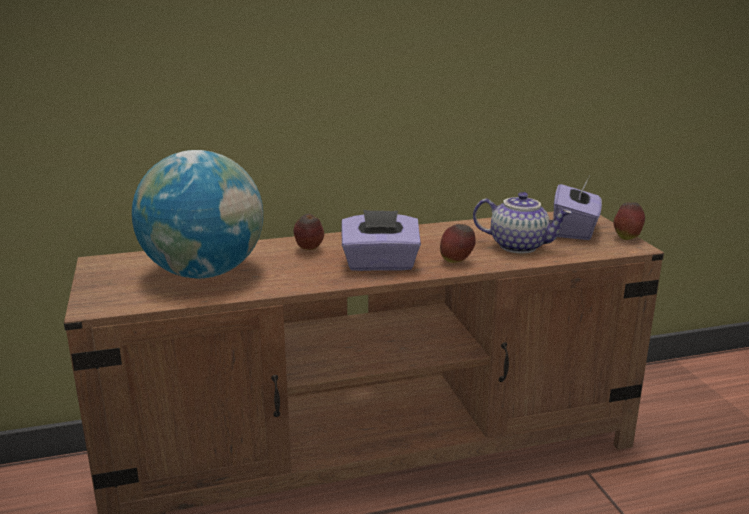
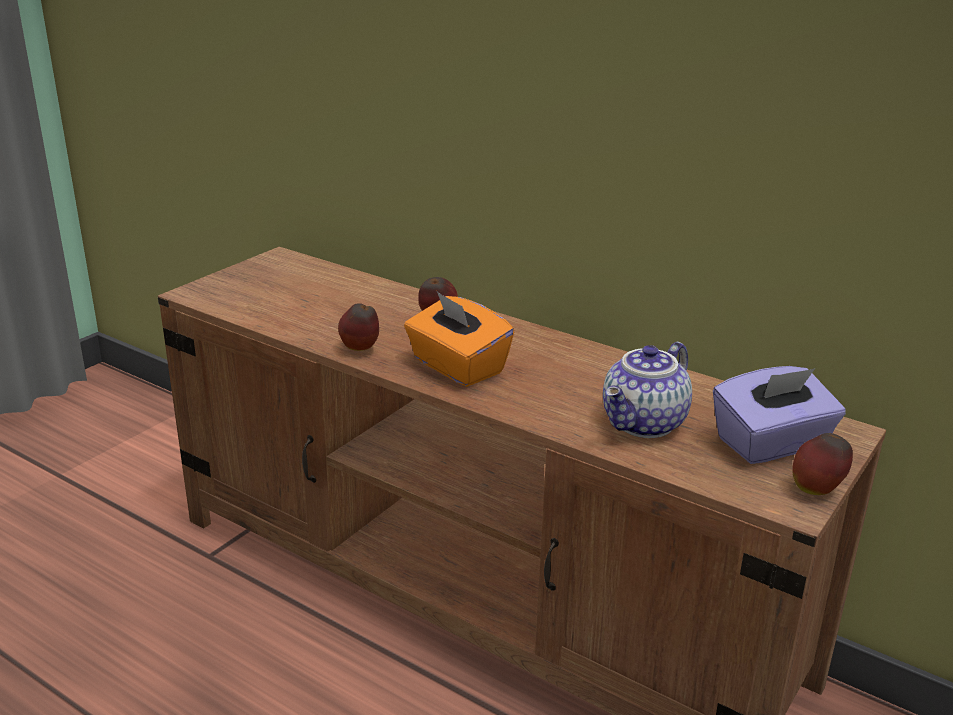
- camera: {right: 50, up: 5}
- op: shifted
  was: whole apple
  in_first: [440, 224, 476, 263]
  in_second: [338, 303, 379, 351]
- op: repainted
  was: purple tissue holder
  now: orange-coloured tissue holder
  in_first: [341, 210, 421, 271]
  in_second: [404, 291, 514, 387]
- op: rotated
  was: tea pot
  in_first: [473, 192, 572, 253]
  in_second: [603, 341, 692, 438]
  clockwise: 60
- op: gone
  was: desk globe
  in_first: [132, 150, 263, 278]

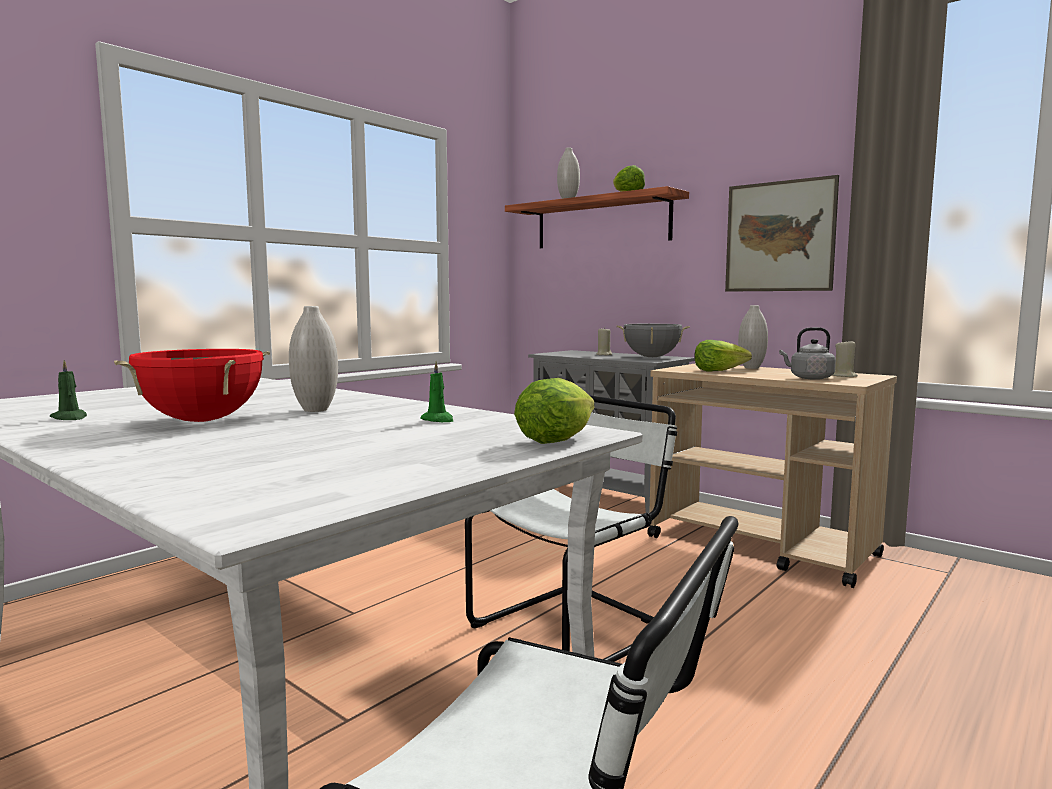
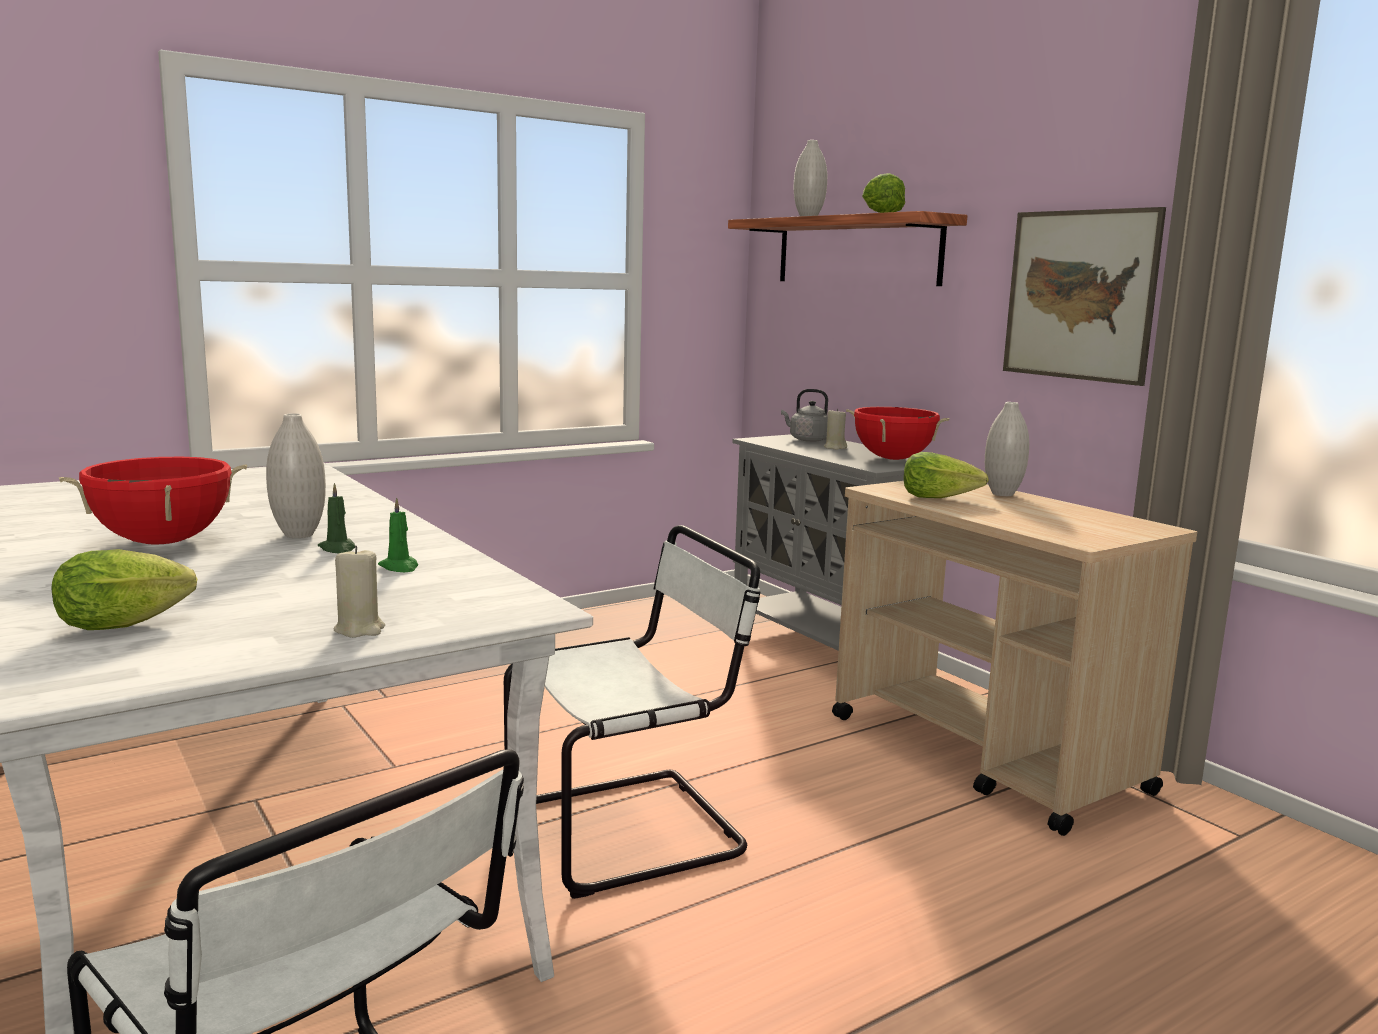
- camera: {right: 15, up: 5}
- op: shifted
  was: head of lettuce
  in_first: [514, 378, 594, 444]
  in_second: [51, 549, 197, 630]
- op: shifted
  was: greenish wax candle
  in_first: [50, 360, 87, 420]
  in_second: [318, 483, 355, 554]
- op: shifted
  was: beige-coloured wax candle
  in_first: [833, 339, 858, 377]
  in_second: [334, 546, 385, 638]
- op: shifted
  was: gray kettle
  in_first: [779, 327, 836, 380]
  in_second: [781, 389, 828, 442]
- op: repainted
  was: gray stockpot
  now: reddish stockpot
  in_first: [617, 324, 690, 357]
  in_second: [846, 407, 949, 460]

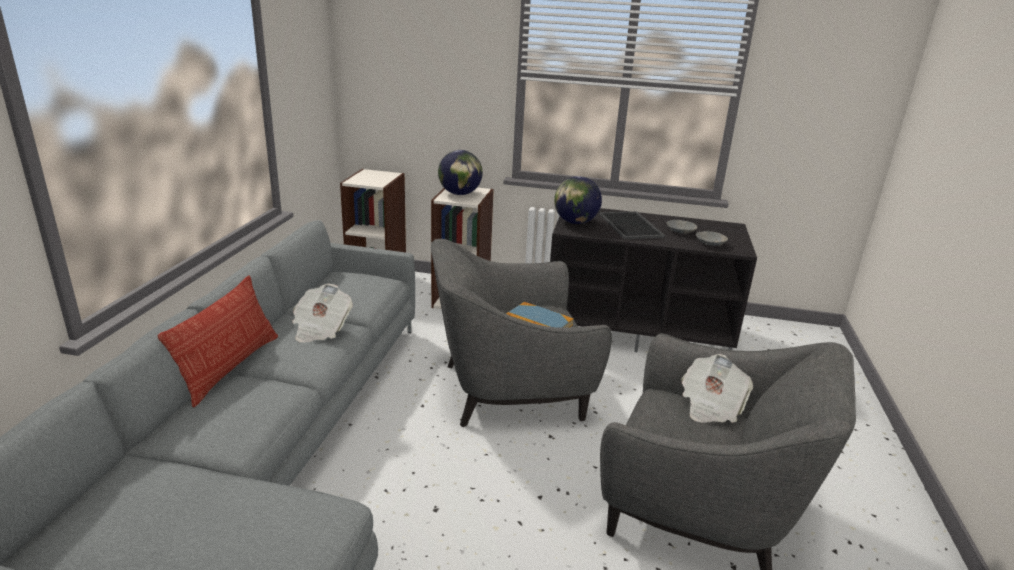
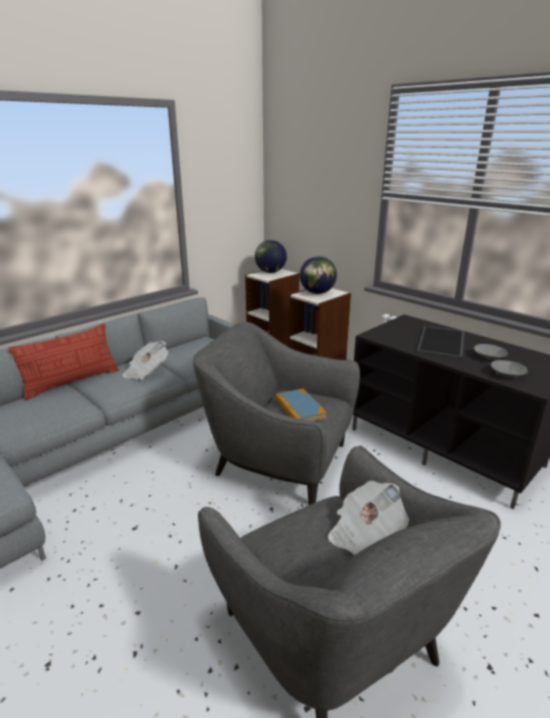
- camera: {right: 35, up: 0}
- op: shifted
  was: desk globe
  in_first: [554, 176, 602, 224]
  in_second: [255, 240, 287, 273]

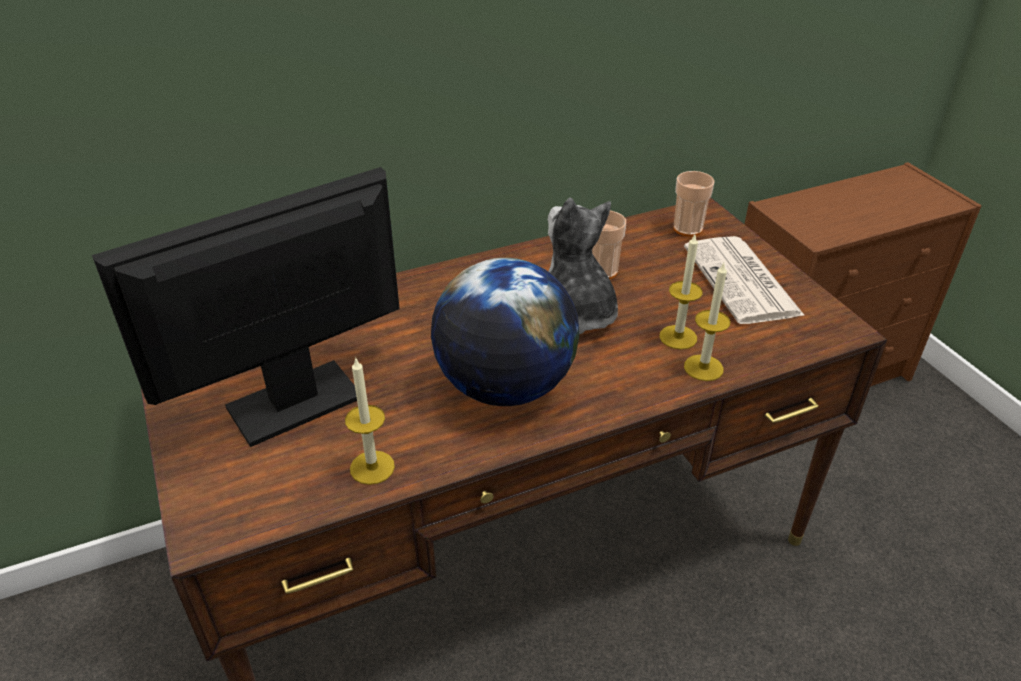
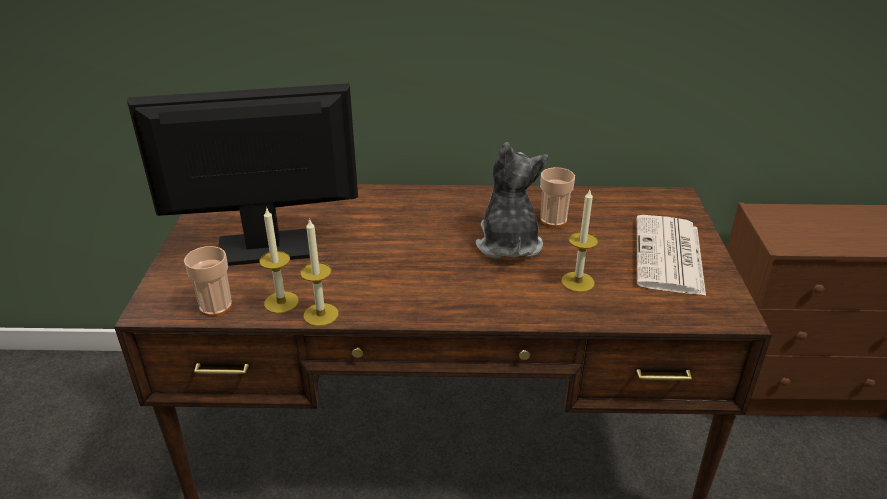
- camera: {right: 25, up: -5}
- op: shifted
  was: drinking cup
  in_first: [673, 171, 715, 237]
  in_second: [184, 246, 232, 316]
- op: shifted
  was: wax candle
  in_first: [684, 263, 730, 381]
  in_second: [300, 218, 338, 326]
- op: gone
  was: desk globe
  in_first: [431, 258, 579, 406]

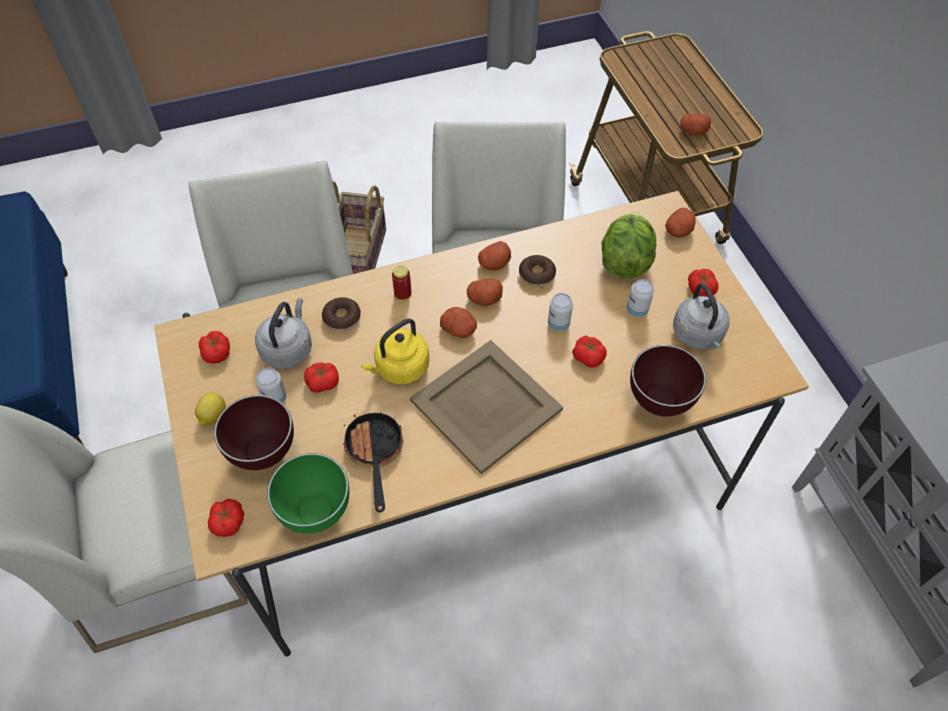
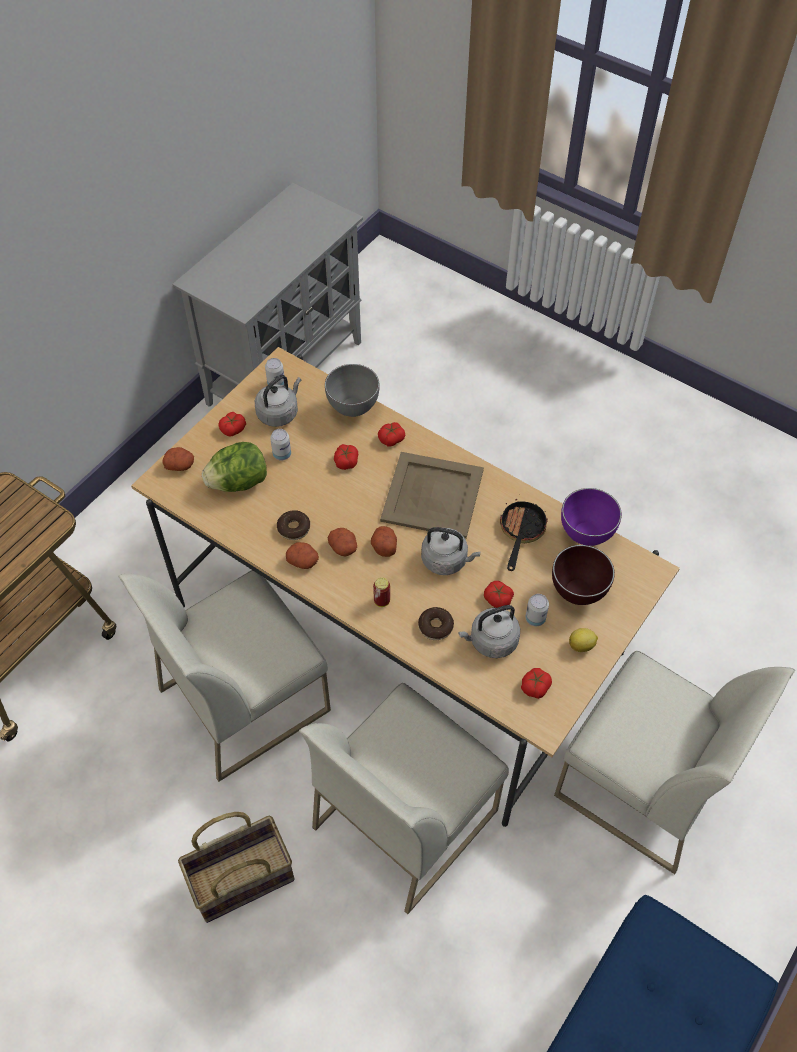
- camera: {right: -125, up: 0}
- op: shifted
  was: metal can
  in_first: [548, 293, 573, 331]
  in_second: [265, 358, 284, 385]
- op: repainted
  was: brown deep dish
  now: gray deep dish
  in_first: [630, 345, 706, 416]
  in_second: [325, 364, 380, 417]
- op: shifted
  was: tomato
  in_first: [208, 499, 244, 537]
  in_second: [378, 422, 405, 447]
- op: repainted
  was: yellow kettle
  now: gray kettle
  in_first: [361, 318, 429, 385]
  in_second: [421, 527, 480, 575]
- op: rotated
  was: skillet
  in_first: [343, 409, 404, 512]
  in_second: [500, 499, 548, 571]
  clockwise: 150
- op: repainted
  was: greenish deep dish
  now: purple deep dish
  in_first: [267, 453, 349, 534]
  in_second: [561, 488, 622, 546]
- op: gone
  was: potato
  in_first: [680, 113, 711, 135]

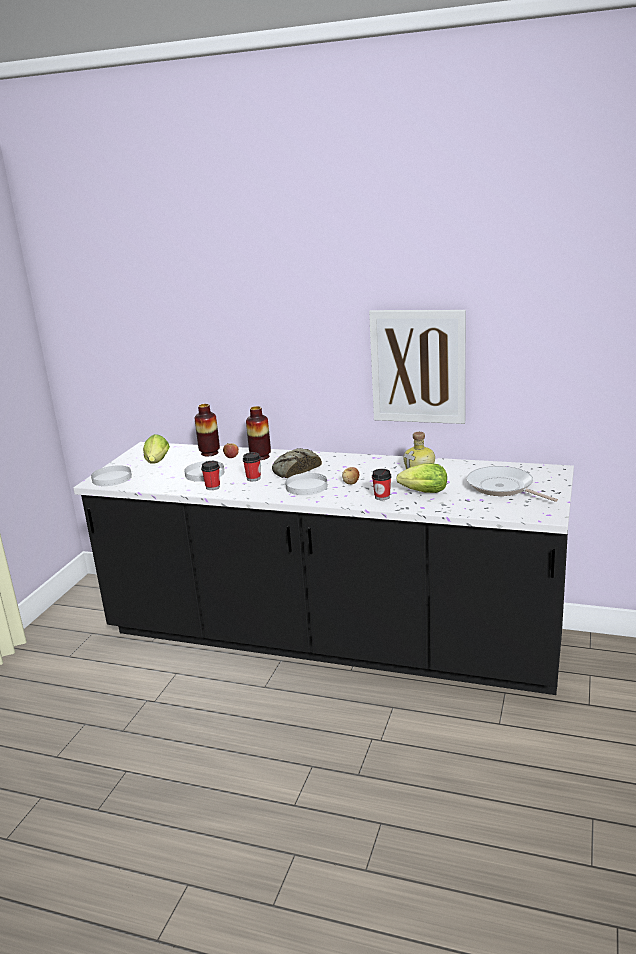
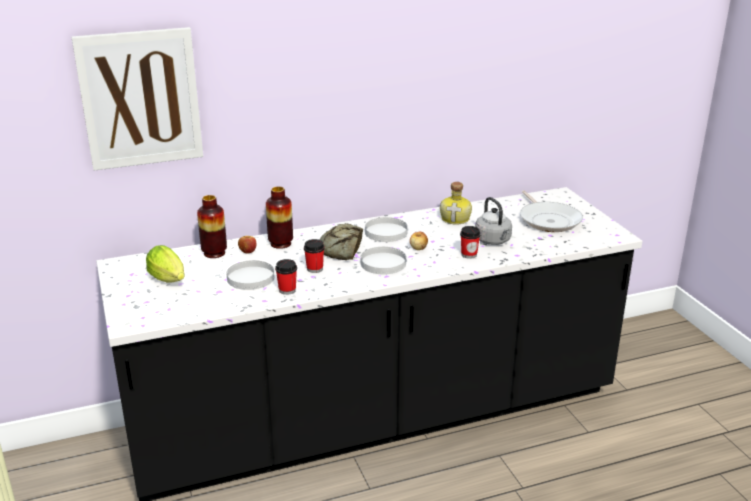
- camera: {right: -40, up: 5}
- op: shifted
  was: wall art
  in_first: [369, 310, 466, 424]
  in_second: [72, 27, 203, 171]
- op: shifted
  was: white dinner plate
  in_first: [91, 465, 132, 486]
  in_second: [365, 217, 408, 242]
- op: swapped
  was: head of lettuce
  now: gray kettle
  in_first: [396, 463, 447, 493]
  in_second: [475, 197, 512, 245]
- op: rotated
  was: skillet
  in_first: [467, 466, 558, 502]
  in_second: [520, 190, 583, 232]
  clockwise: -120

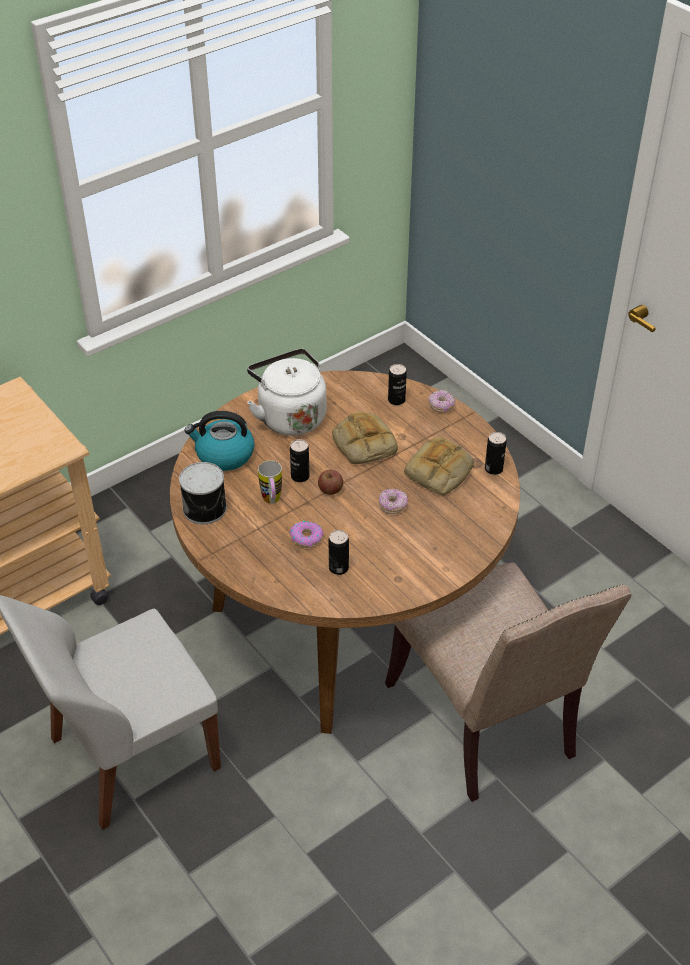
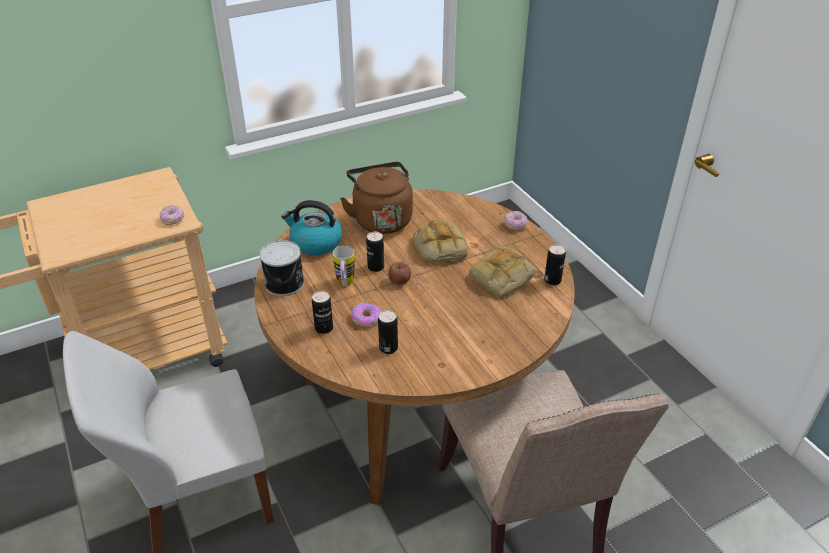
- camera: {right: 10, up: -5}
- op: shifted
  was: doughnut
  in_first: [379, 489, 408, 514]
  in_second: [160, 206, 184, 225]
- op: shifted
  was: metal can
  in_first: [388, 364, 407, 405]
  in_second: [312, 291, 333, 334]
- op: repainted
  was: white kettle
  now: brown kettle
  in_first: [247, 349, 326, 436]
  in_second: [340, 162, 413, 234]

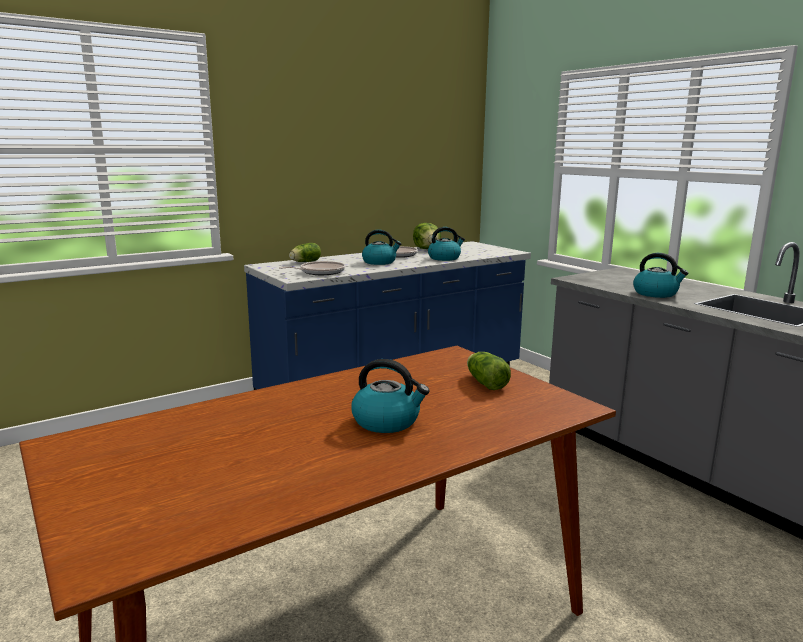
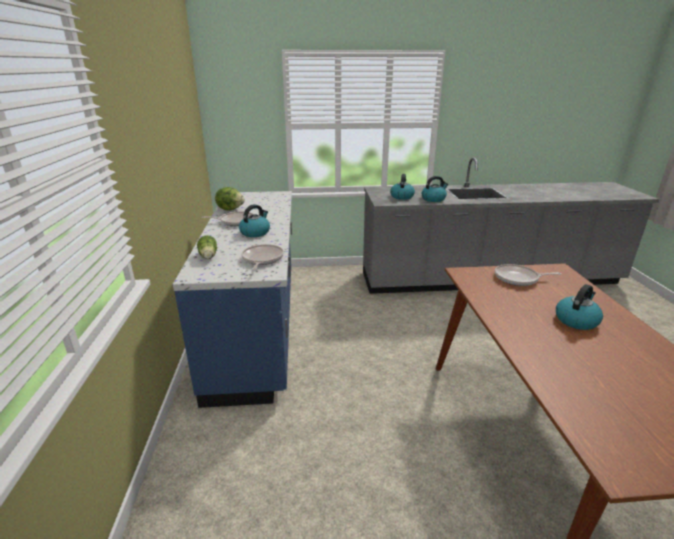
- camera: {right: -60, up: 10}
- op: shifted
  was: kettle
  in_first: [428, 227, 465, 261]
  in_second: [390, 174, 415, 200]
- op: swapped
  was: head of lettuce
  now: skillet
  in_first: [467, 352, 511, 390]
  in_second: [495, 264, 561, 286]

